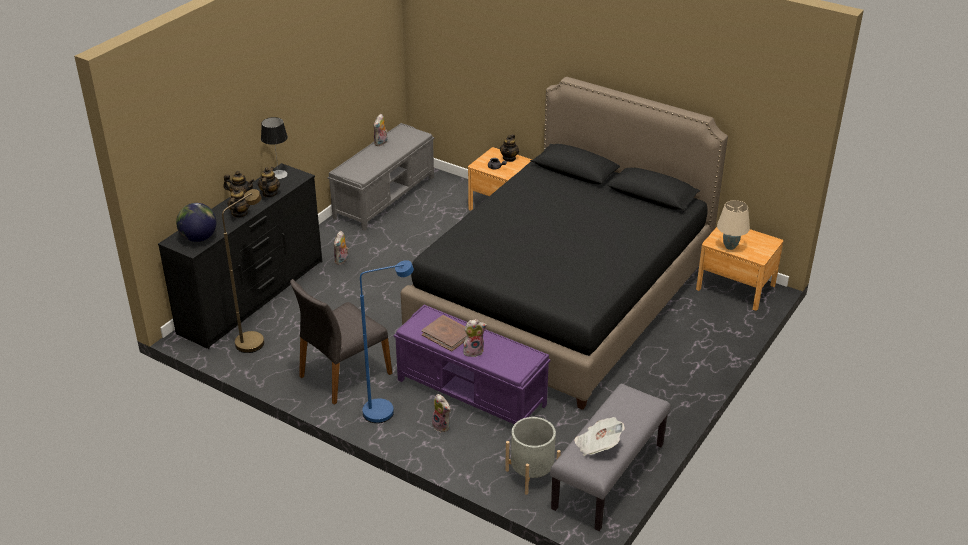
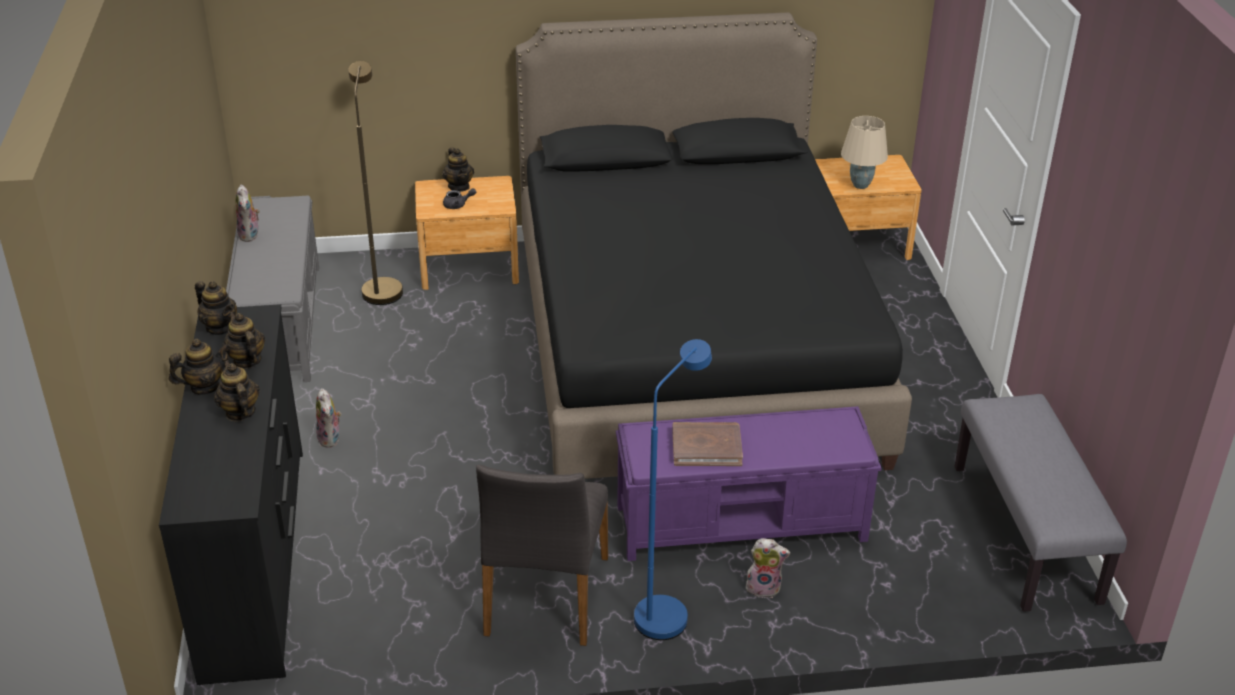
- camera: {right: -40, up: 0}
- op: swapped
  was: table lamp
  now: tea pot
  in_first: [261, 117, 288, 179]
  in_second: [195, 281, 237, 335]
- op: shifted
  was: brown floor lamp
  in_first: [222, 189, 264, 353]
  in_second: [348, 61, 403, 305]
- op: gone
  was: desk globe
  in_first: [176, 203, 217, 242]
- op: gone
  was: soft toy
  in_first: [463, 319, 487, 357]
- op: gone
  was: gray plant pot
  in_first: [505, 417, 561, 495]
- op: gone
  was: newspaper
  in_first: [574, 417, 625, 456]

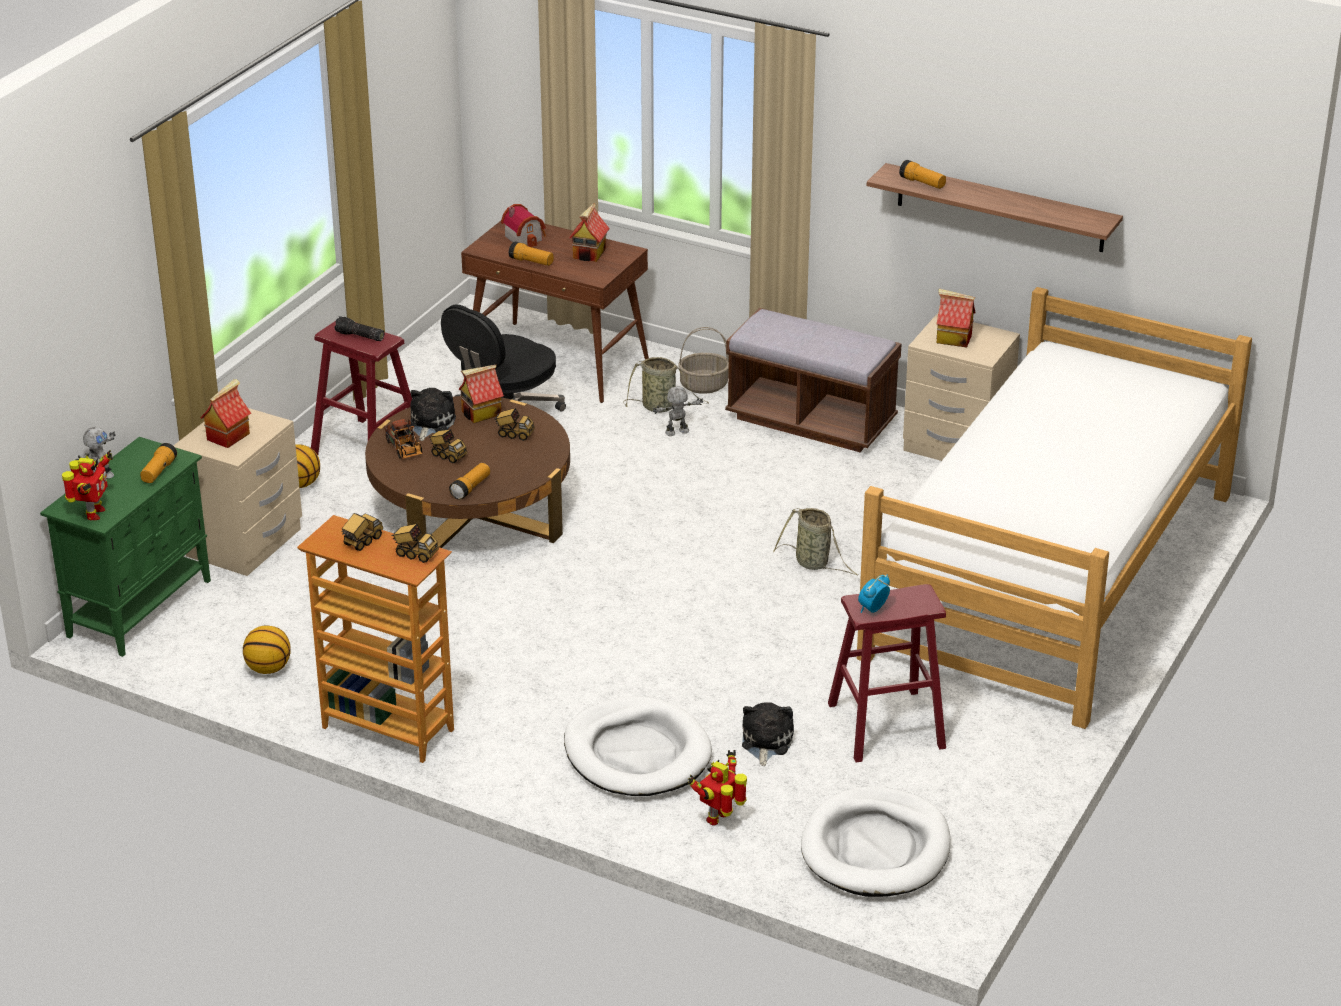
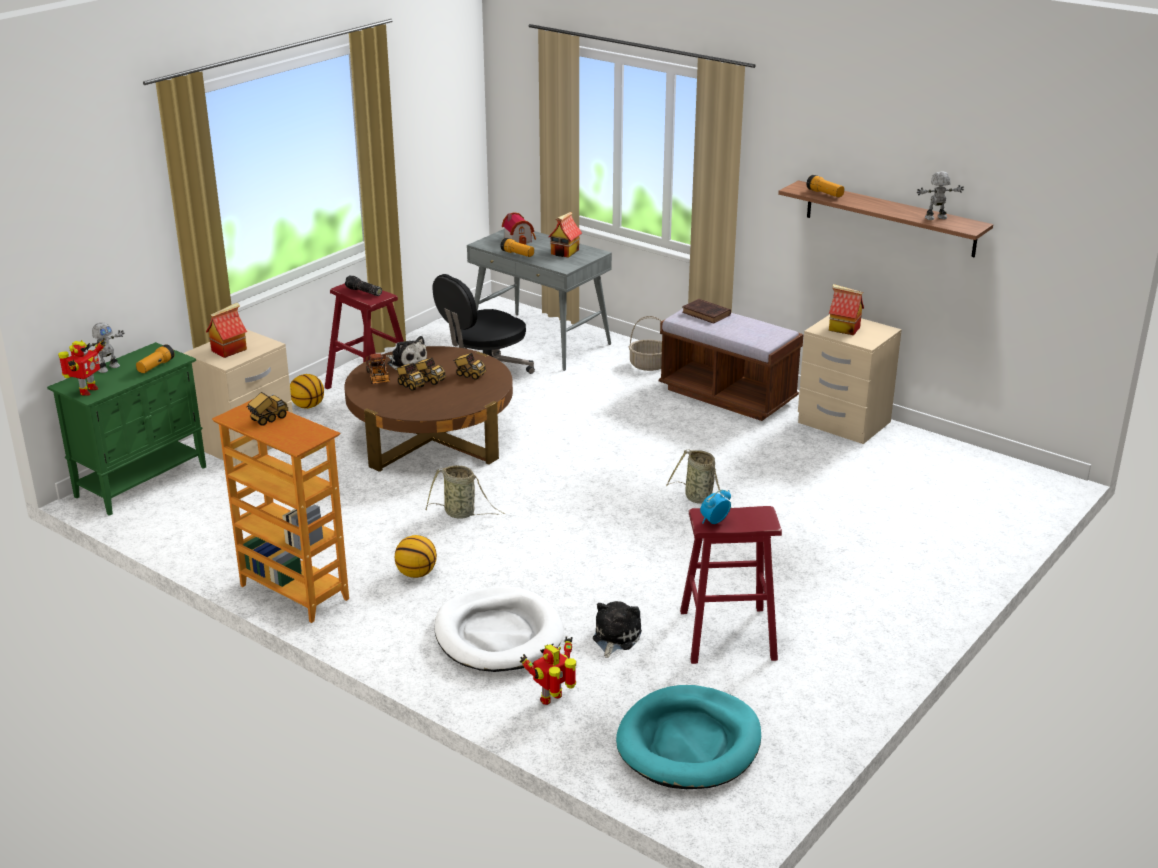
- camera: {right: 10, up: -5}
- op: rotated
  was: soft toy
  in_first: [409, 388, 456, 441]
  in_second: [386, 336, 427, 370]
  clockwise: 105
- op: shifted
  was: ball for basketball
  in_first: [243, 626, 291, 674]
  in_second: [395, 535, 437, 578]
- op: shifted
  was: toy truck
  in_first: [392, 524, 439, 563]
  in_second: [414, 358, 446, 385]
- op: shifted
  was: basket
  in_first: [623, 357, 709, 412]
  in_second: [426, 465, 505, 519]
- op: repainted
  was: brown desk unit
  now: gray desk unit
  in_first: [461, 221, 649, 403]
  in_second: [467, 229, 612, 371]
- op: repainted
  was: white dog bed
  now: blue-green dog bed
  in_first: [801, 786, 951, 897]
  in_second: [616, 685, 761, 789]
- op: new
  now: brown bound book
  in_second: [682, 299, 731, 324]
- op: shifted
  was: model robot
  in_first: [653, 386, 703, 436]
  in_second: [917, 172, 964, 220]
- op: gone
  was: torch
  in_first: [449, 463, 490, 500]
- op: gone
  was: miniature house
  in_first: [459, 365, 504, 423]
- op: gone
  was: bed
  in_first: [857, 287, 1252, 729]

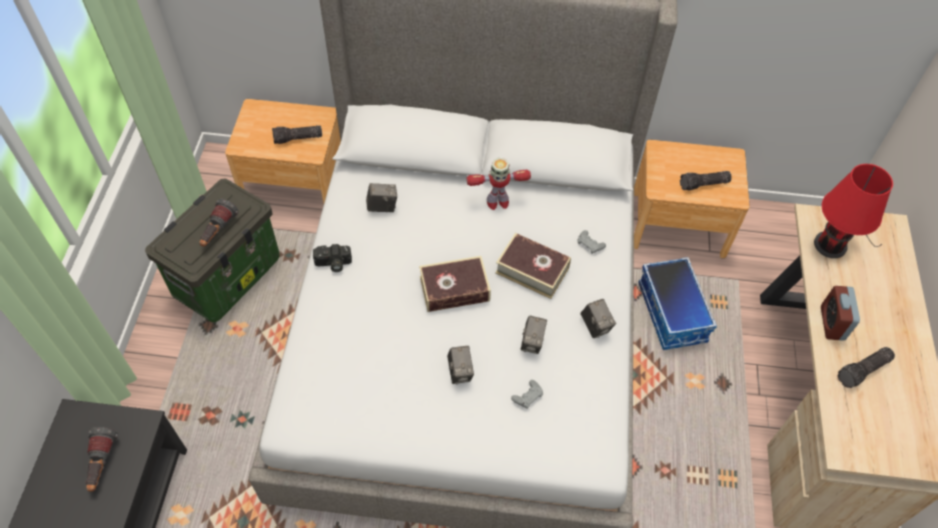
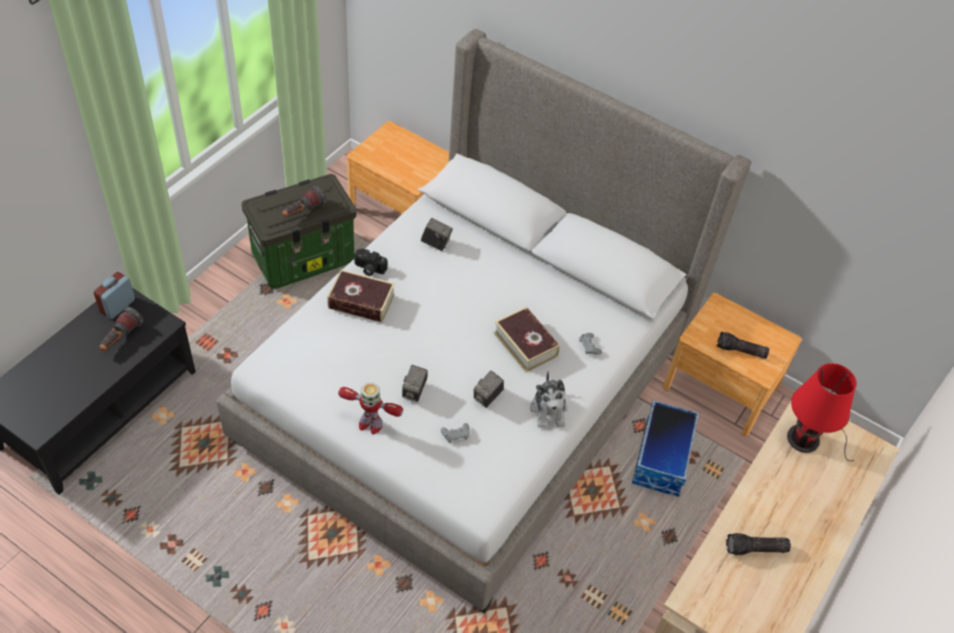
- camera: {right: 25, up: -5}
- op: shifted
  was: bedside clock
  in_first: [821, 286, 860, 341]
  in_second: [94, 272, 135, 319]
- op: shifted
  was: bound book
  in_first: [419, 256, 491, 312]
  in_second: [327, 269, 395, 323]
- op: shifted
  was: model robot
  in_first: [466, 158, 531, 210]
  in_second: [338, 383, 403, 435]
- op: swapped
  was: still camera
  now: soft toy
  in_first: [581, 299, 616, 338]
  in_second: [530, 371, 568, 428]
- op: gone
  was: torch
  in_first: [272, 125, 322, 144]

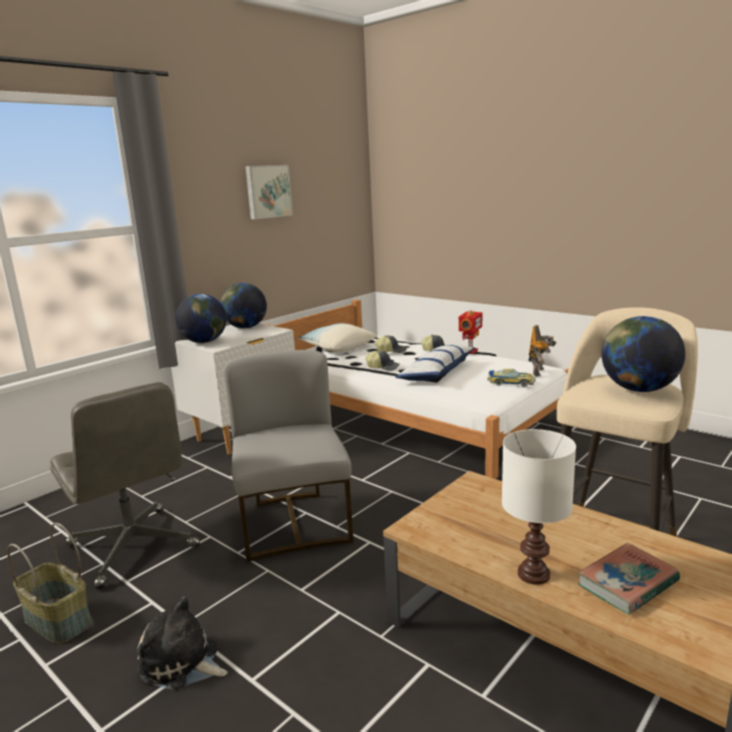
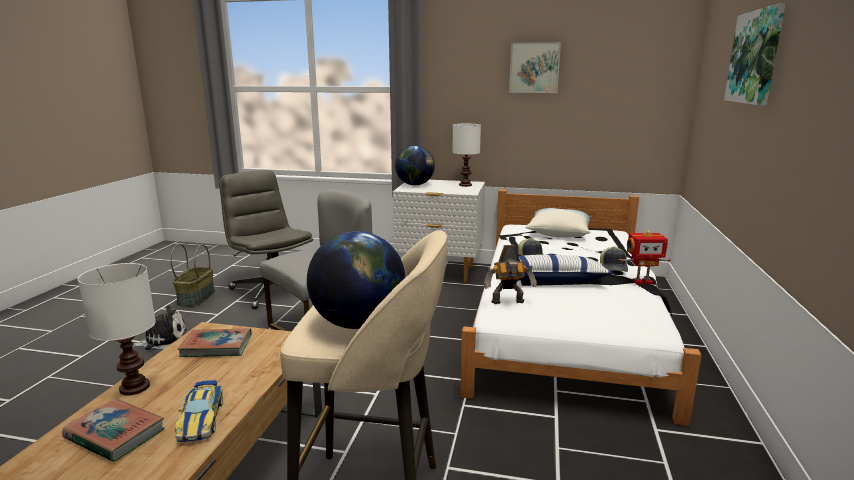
- camera: {right: 60, up: 0}
- op: rotated
  was: soft toy
  in_first: [137, 596, 228, 690]
  in_second: [133, 306, 186, 350]
  clockwise: 75
- op: shifted
  was: toy car
  in_first: [488, 369, 535, 387]
  in_second: [175, 380, 223, 442]
- op: new
  now: bound book
  in_second: [178, 328, 252, 357]
- op: rotated
  was: gray office chair
  in_first: [50, 382, 200, 590]
  in_second: [219, 170, 313, 309]
  clockwise: 120
- op: swapped
  was: desk globe
  now: white table lamp
  in_first: [220, 283, 267, 328]
  in_second: [452, 124, 481, 187]
- op: shifted
  was: model robot
  in_first: [528, 325, 557, 376]
  in_second: [484, 245, 537, 304]
- op: new
  now: wall art
  in_second: [724, 4, 785, 105]
- op: gone
  was: baseball cap
  in_first: [374, 335, 407, 353]

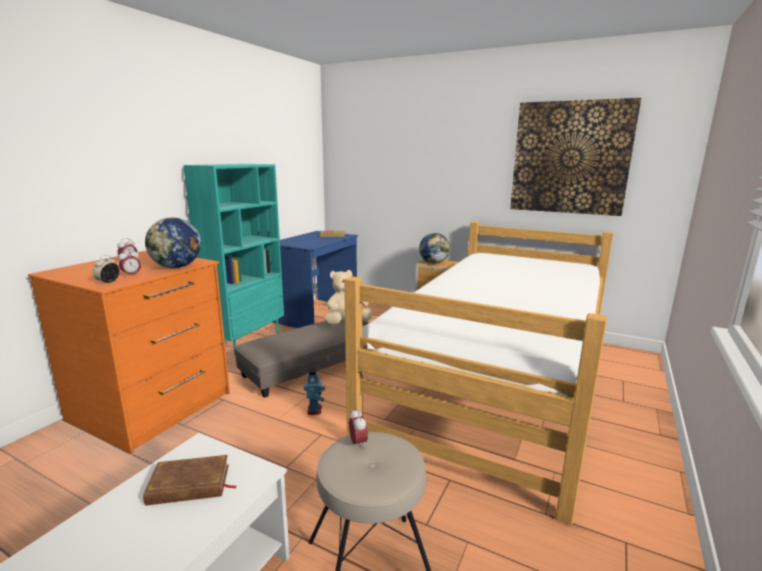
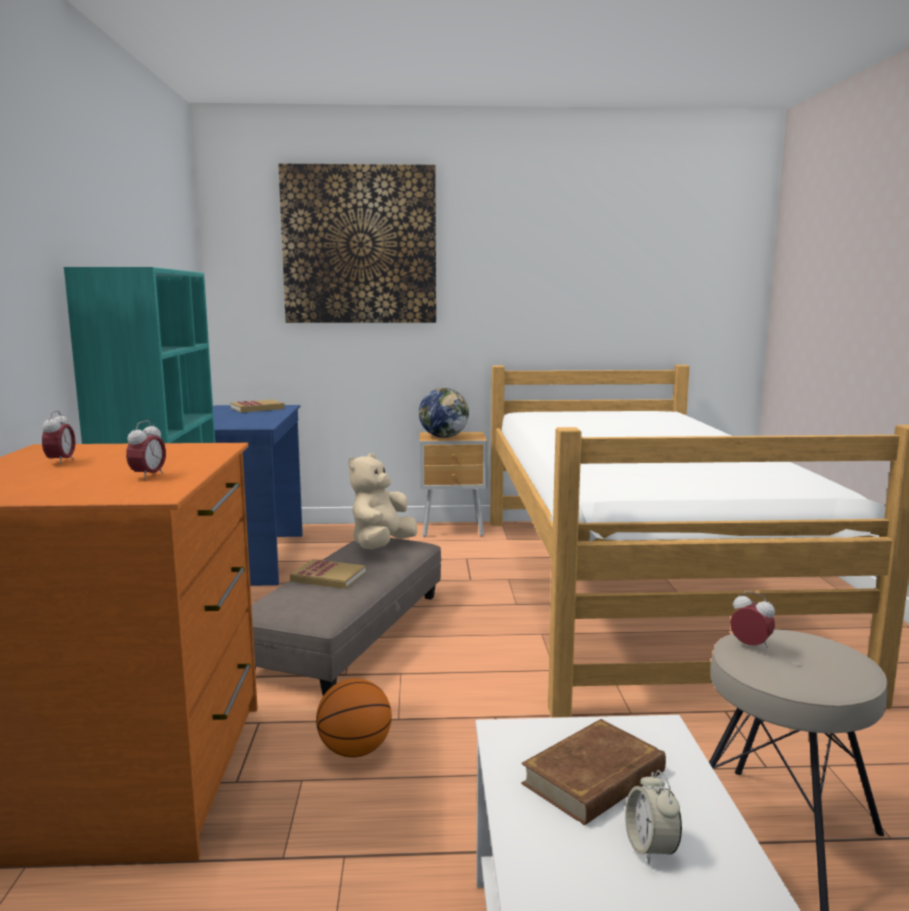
- camera: {right: -30, up: -5}
- op: shifted
  was: wall art
  in_first: [510, 98, 641, 216]
  in_second: [278, 164, 436, 323]
- op: new
  now: bound book
  in_second: [290, 559, 366, 589]
- op: new
  now: ball for basketball
  in_second: [316, 678, 392, 758]
- op: shifted
  was: bedside clock
  in_first: [92, 255, 120, 283]
  in_second: [625, 770, 682, 864]
- op: gone
  was: desk globe
  in_first: [145, 217, 201, 268]
- op: gone
  was: model robot
  in_first: [304, 368, 325, 415]

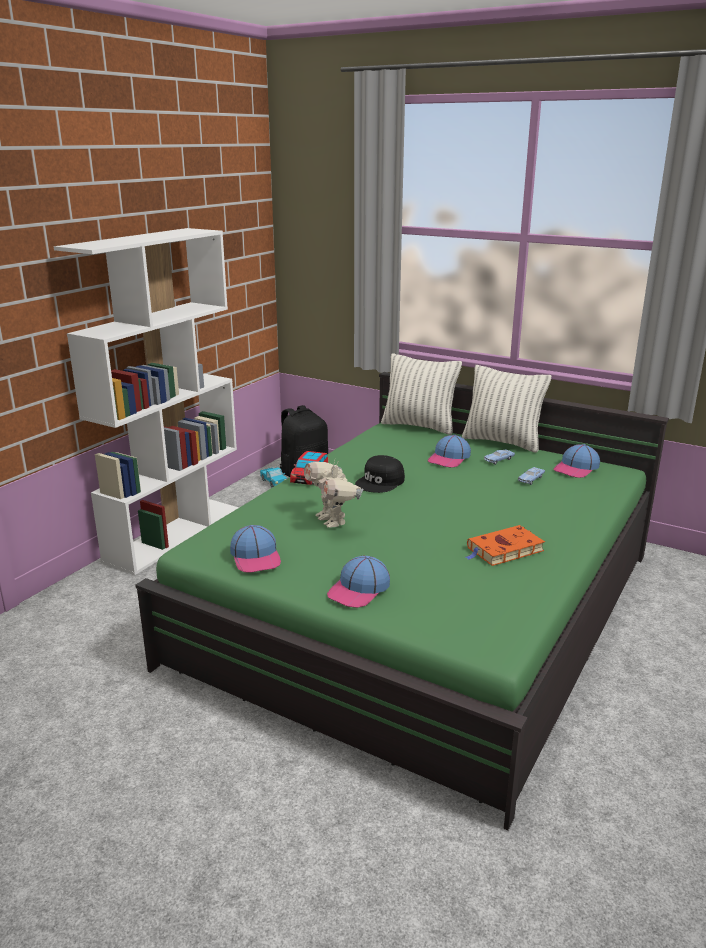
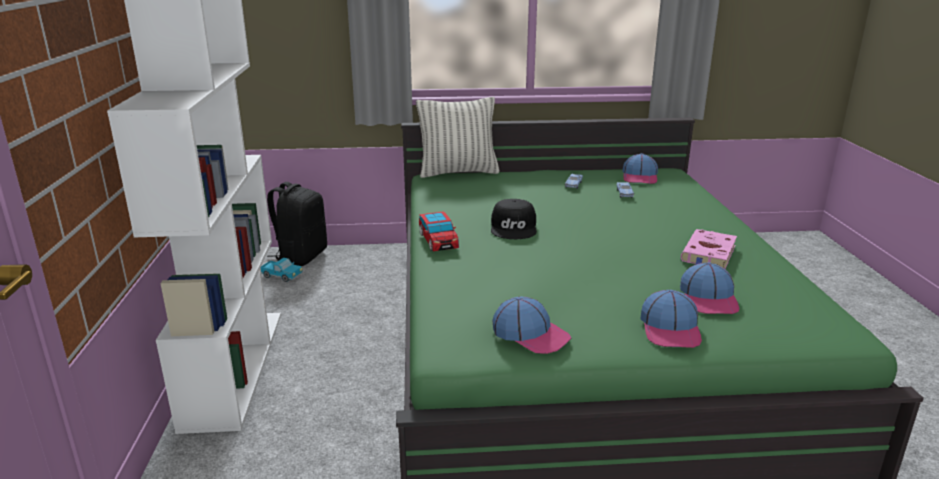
- camera: {right: -35, up: 0}
- op: shifted
  was: baseball cap
  in_first: [428, 435, 471, 468]
  in_second: [680, 262, 739, 314]
- op: repainted
  was: orange-coloured bound book
  now: pink-coloured bound book
  in_first: [466, 525, 545, 566]
  in_second: [681, 229, 737, 269]
- op: gone
  was: model robot
  in_first: [304, 460, 364, 528]
- op: gone
  was: throw pillow
  in_first: [462, 365, 552, 453]

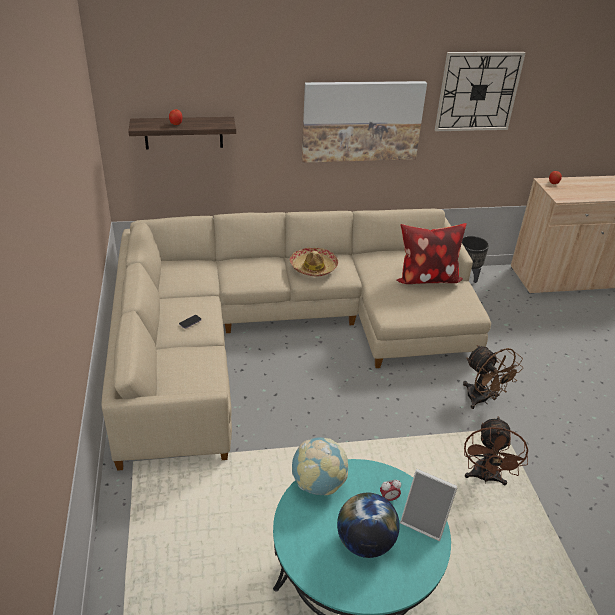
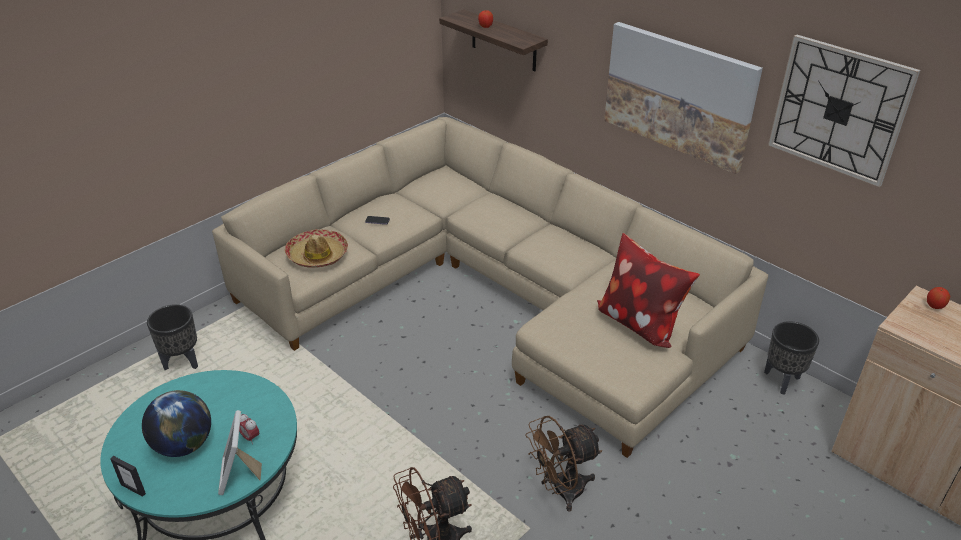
- camera: {right: 55, up: 0}
- op: new
  now: picture frame
  in_second: [110, 456, 146, 497]
- op: new
  now: black plant pot
  in_second: [147, 304, 198, 370]
- op: shifted
  was: hat
  in_first: [290, 248, 338, 277]
  in_second: [285, 229, 348, 268]
- op: rotated
  was: brown fan
  in_first: [463, 345, 523, 409]
  in_second: [526, 416, 602, 512]
  clockwise: 45
- op: gone
  was: desk globe
  in_first: [292, 437, 348, 495]

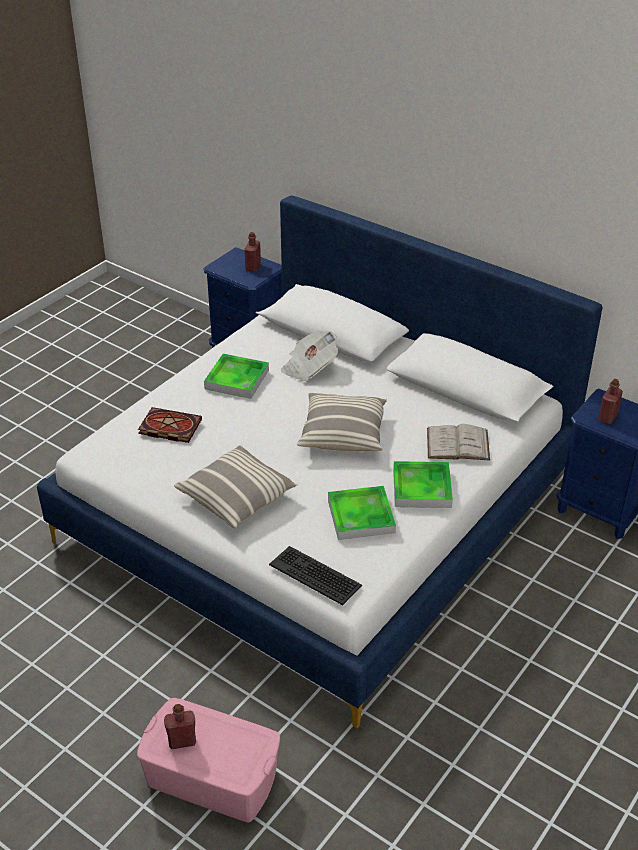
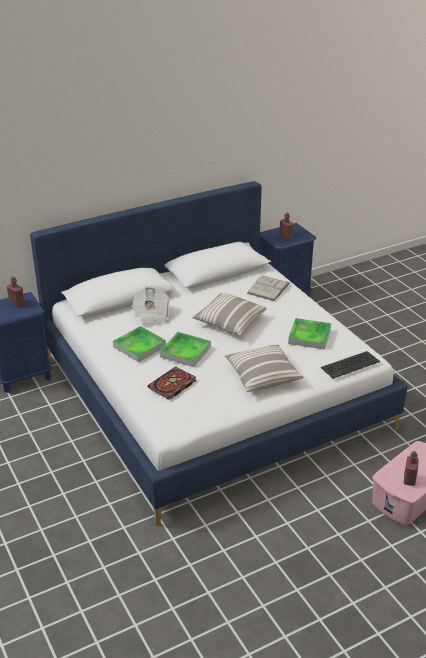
- camera: {right: -65, up: -5}
- op: shifted
  was: serving tray
  in_first: [393, 461, 453, 508]
  in_second: [160, 332, 211, 367]

